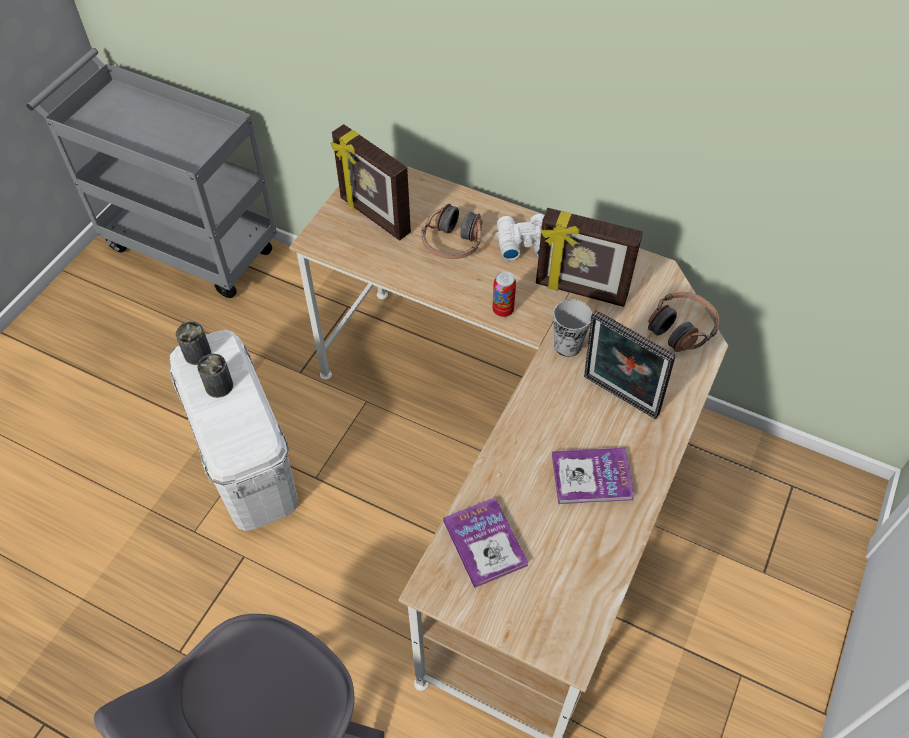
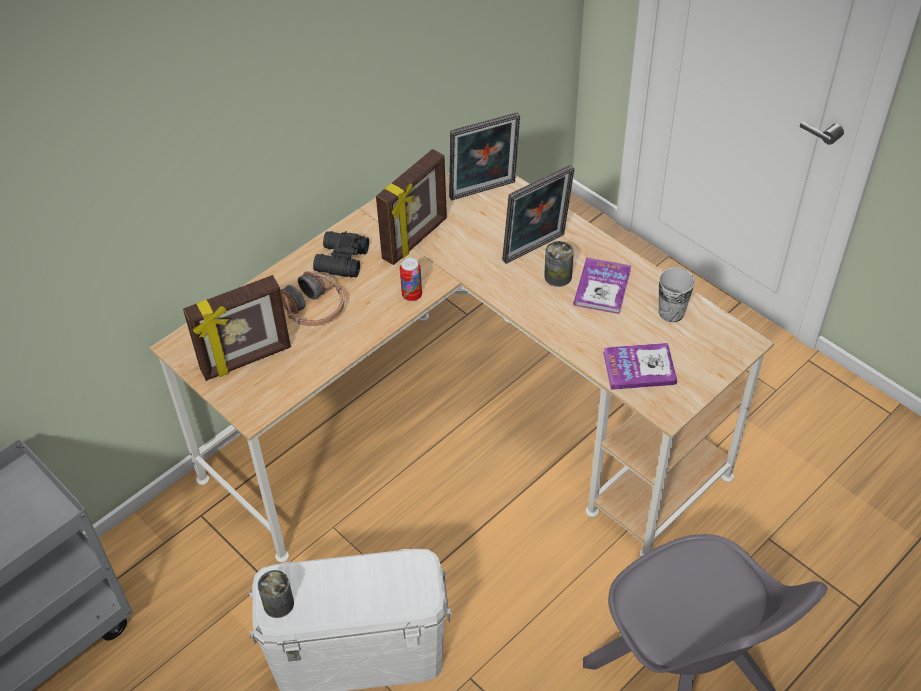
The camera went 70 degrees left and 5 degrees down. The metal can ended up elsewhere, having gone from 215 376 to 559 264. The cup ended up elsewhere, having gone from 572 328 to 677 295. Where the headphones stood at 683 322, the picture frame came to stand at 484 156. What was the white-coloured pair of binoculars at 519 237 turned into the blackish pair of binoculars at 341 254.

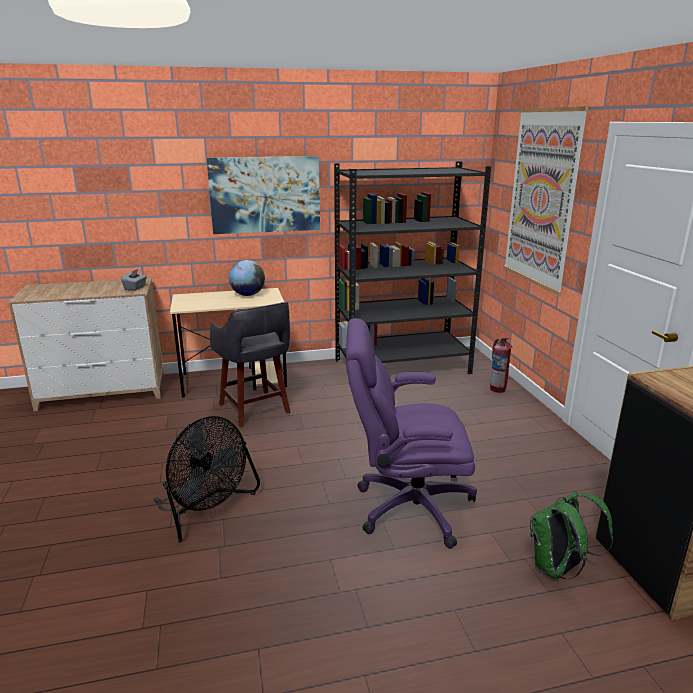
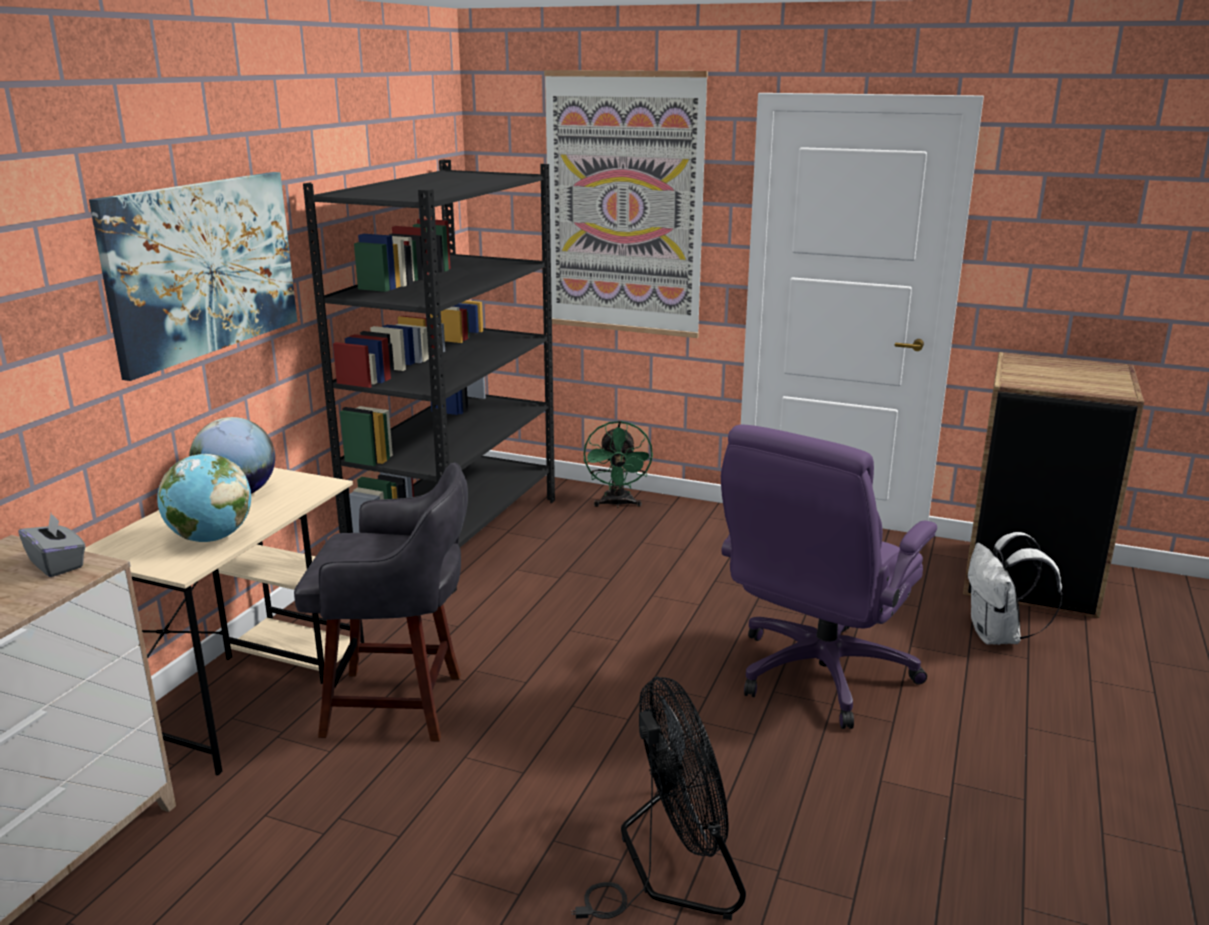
The camera went 55 degrees left and 0 degrees up. The second view gained the globe at 204 498. Where the fire-fighting cylinder stood at 501 365, the green fan came to stand at 618 464. What was the green knapsack at 571 535 turned into the white-coloured knapsack at 1015 588.

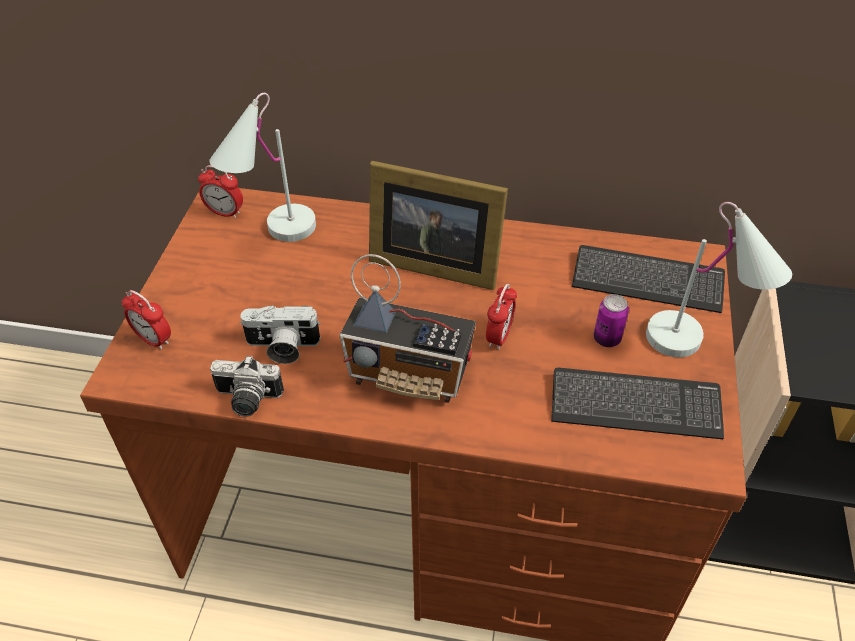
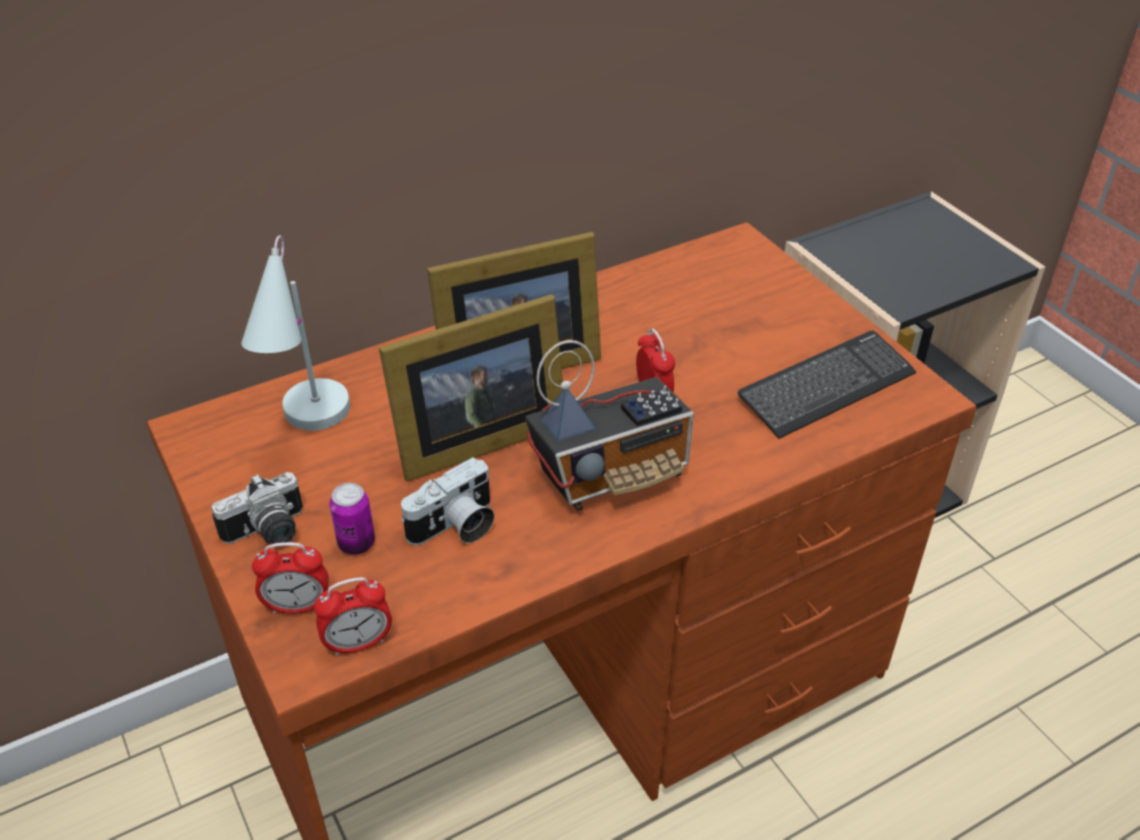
The camera went 40 degrees left and 5 degrees down. The second view lost the computer keyboard at 648 279. The second view lost the white-coloured tabletop lamp at 719 280. The second view gained the picture frame at 471 388. The bedside clock ended up elsewhere, having gone from 220 192 to 353 616. The still camera ended up elsewhere, having gone from 247 386 to 257 509. The metal can ended up elsewhere, having gone from 611 320 to 352 519.

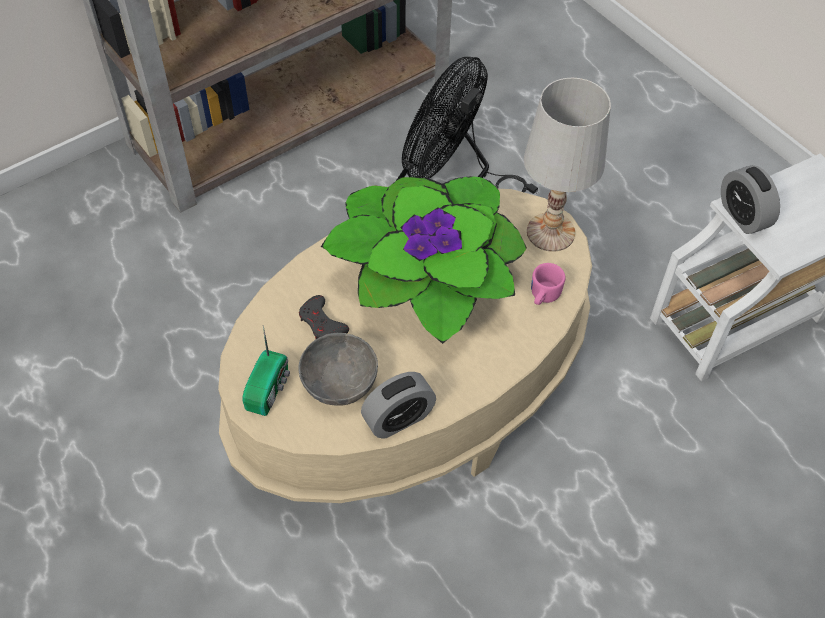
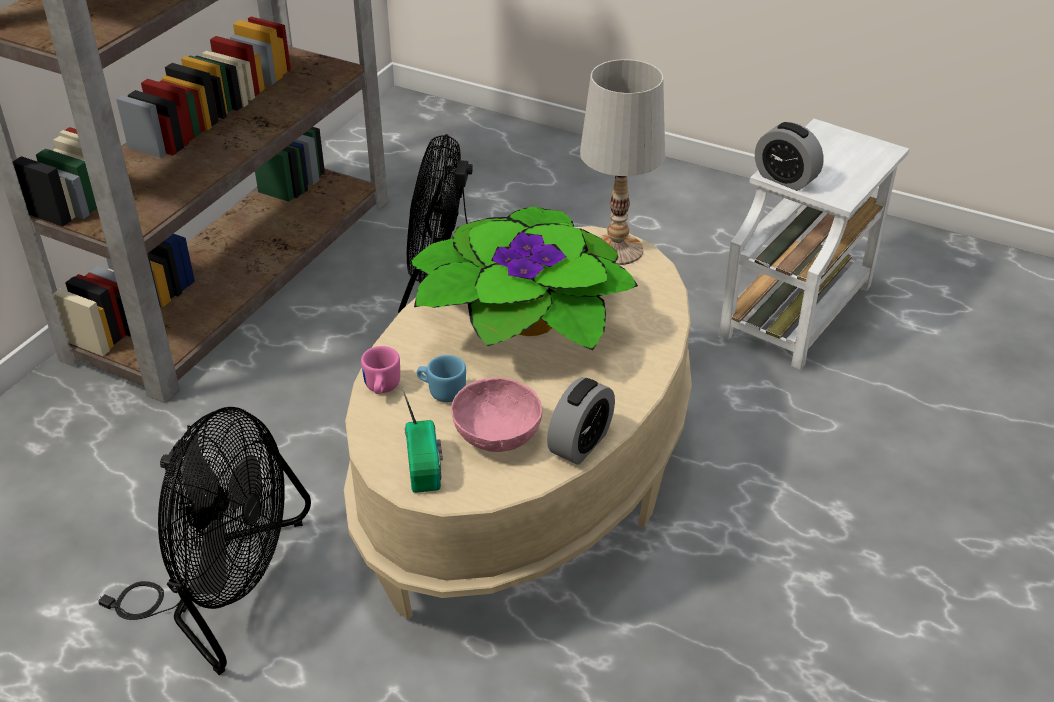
The camera went 25 degrees left and 15 degrees down. The second view gained the blackish fan at 204 541. The pinkish mug ended up elsewhere, having gone from 548 284 to 380 370. Where the gray gamepad stood at 324 317, the blue mug came to stand at 441 378. What was the gray serving bowl at 338 369 turned into the pinkish serving bowl at 496 415.

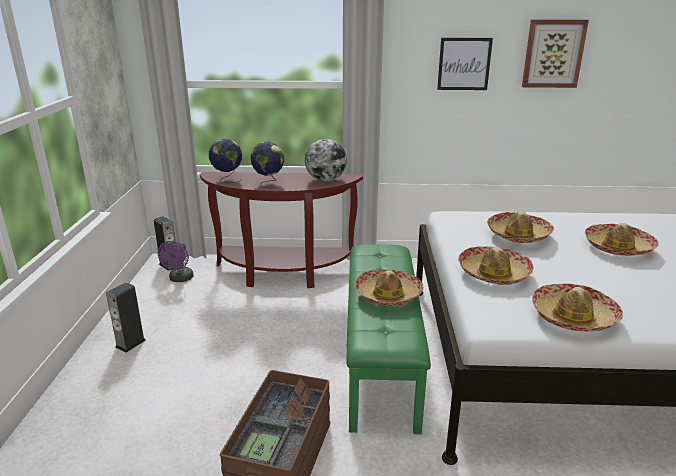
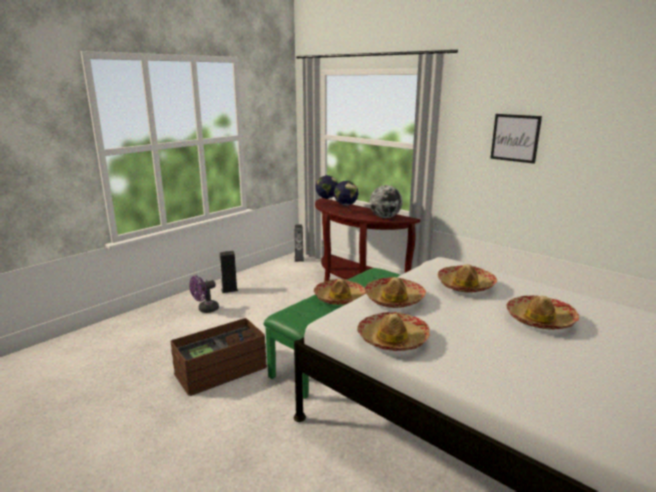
The camera went 40 degrees right and 5 degrees down. The second view lost the picture at 555 53. The purplish fan ended up elsewhere, having gone from 176 261 to 204 294.

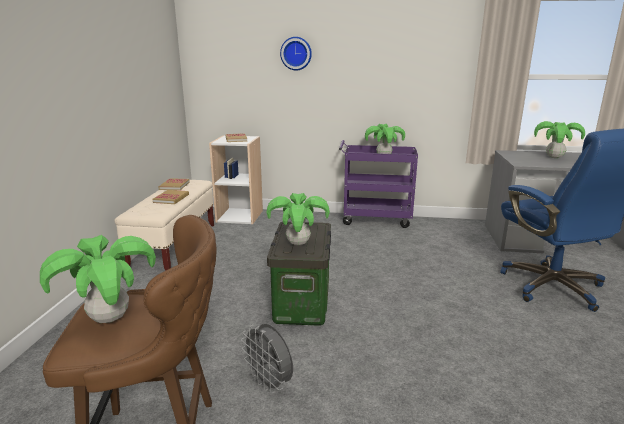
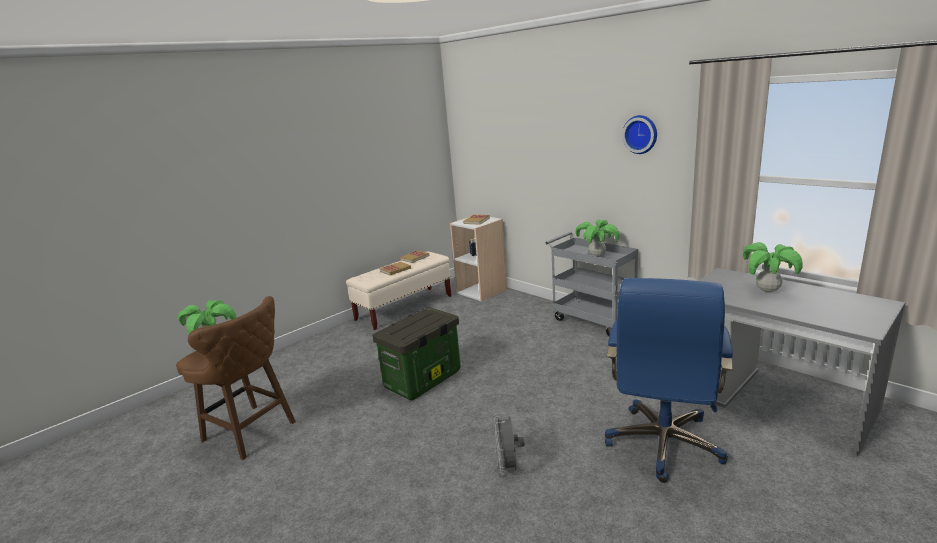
The camera went 40 degrees right and 0 degrees up. The second view lost the potted plant at 298 219. The gray fan ended up elsewhere, having gone from 267 359 to 509 444. The wall clock ended up elsewhere, having gone from 296 53 to 639 134. What was the purplish wheeled cart at 378 184 turned into the gray wheeled cart at 591 284.

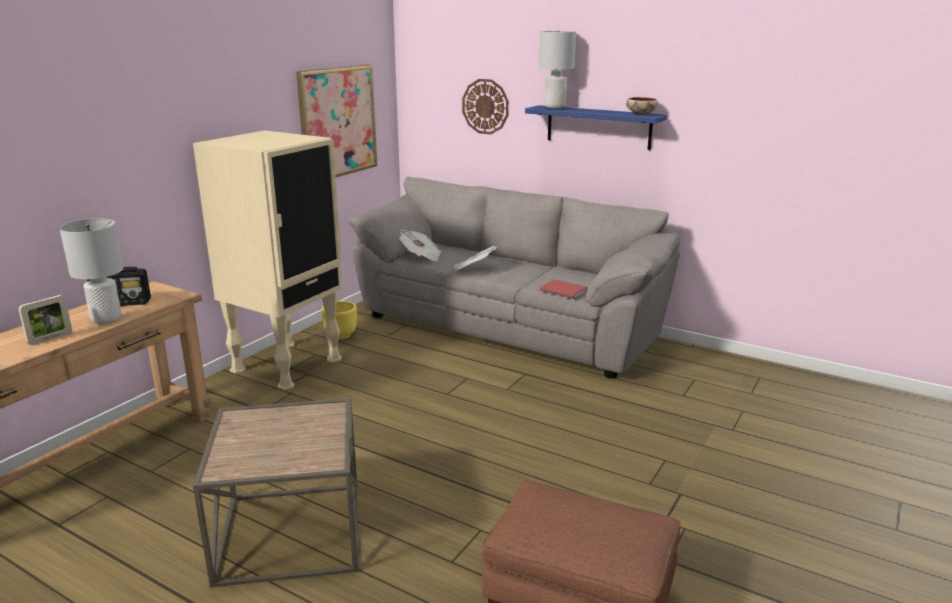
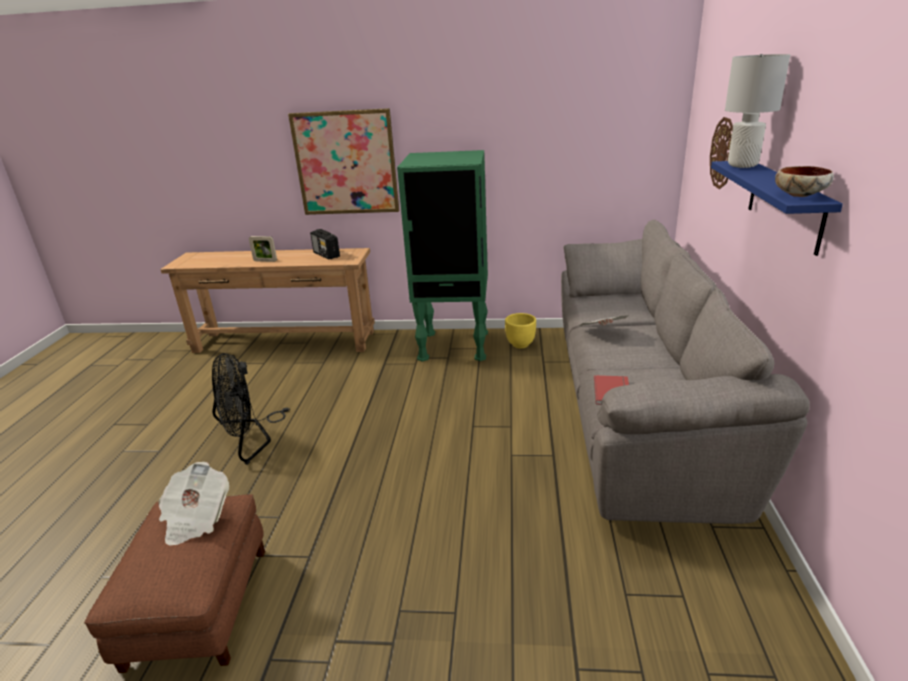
The camera went 65 degrees right and 5 degrees up. The second view lost the gray tabletop lamp at 92 271. The picture ended up elsewhere, having gone from 336 121 to 343 161. The daily paper ended up elsewhere, having gone from 421 245 to 193 504. Where the brown accent table stood at 275 493, the blackish fan came to stand at 251 409. What was the sand-coloured cabinet at 267 260 turned into the green cabinet at 442 256.

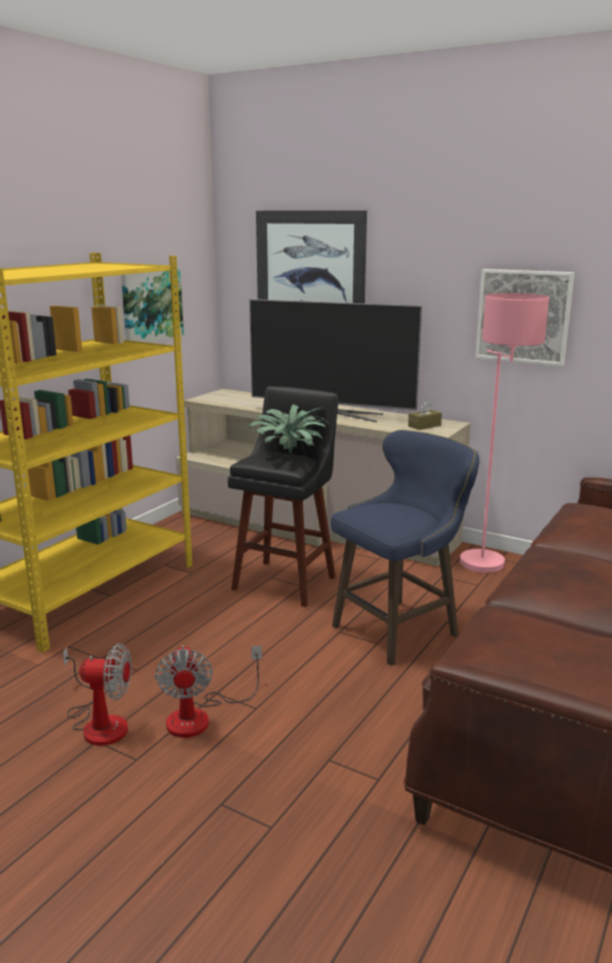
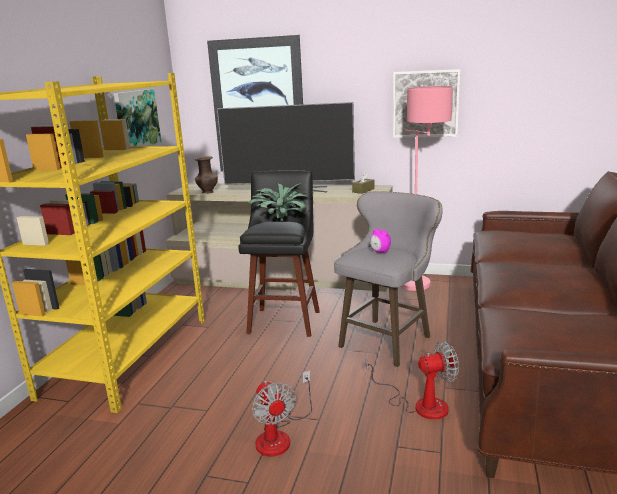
The camera went 15 degrees left and 0 degrees up. The second view gained the brown flower vase at 206 175. The second view gained the bedside clock at 380 241. The fan ended up elsewhere, having gone from 97 694 to 412 380. What was the blue stool seat at 405 547 turned into the gray stool seat at 388 279.

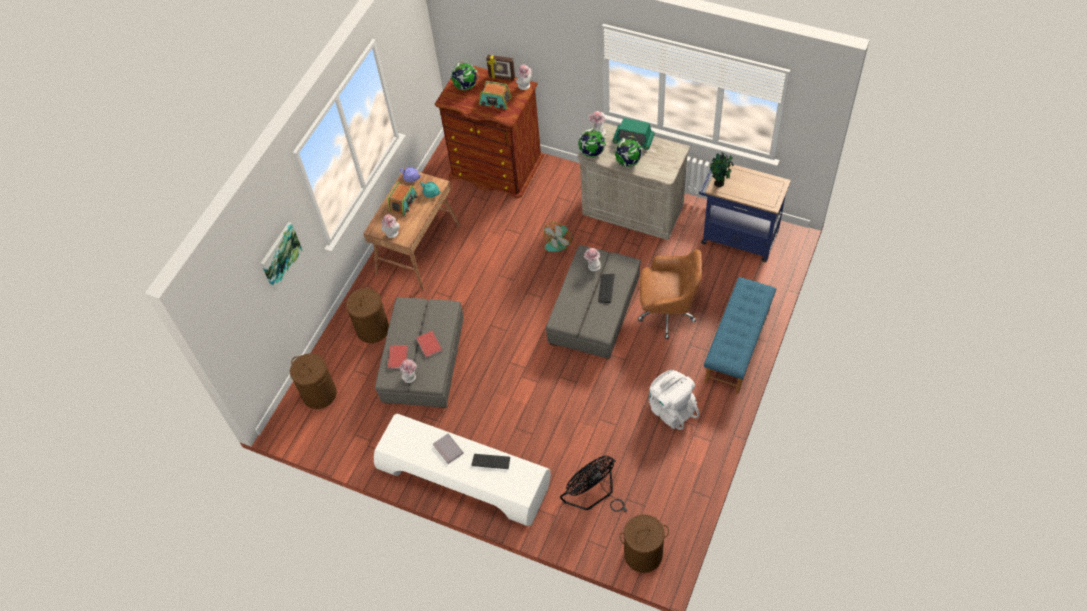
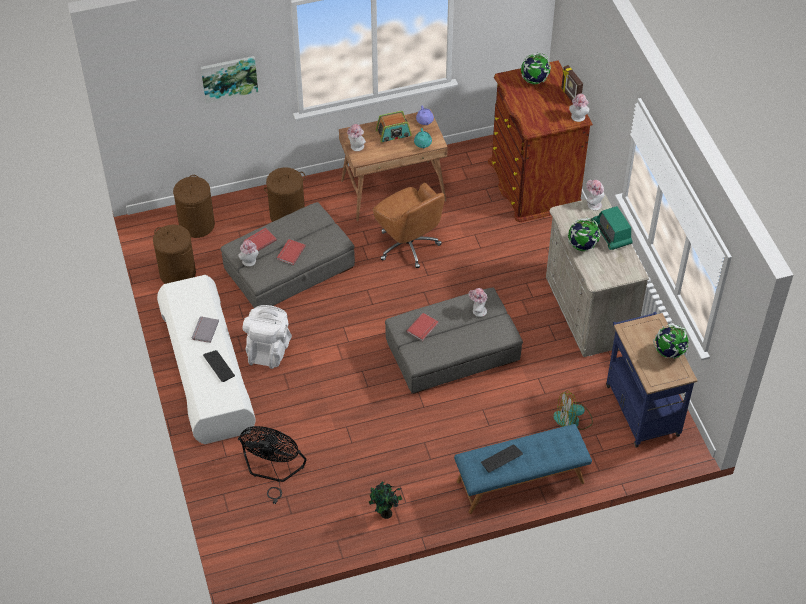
The camera went 45 degrees right and 5 degrees down. The second view lost the radio set at 495 95. The second view gained the red book at 422 327. The fan ended up elsewhere, having gone from 558 237 to 573 410. The globe ended up elsewhere, having gone from 592 143 to 671 341. The computer keyboard ended up elsewhere, having gone from 606 288 to 502 458. The brown laundry basket ended up elsewhere, having gone from 644 543 to 174 254. The brown computer chair ended up elsewhere, having gone from 670 294 to 409 225. The white-coloured knapsack ended up elsewhere, having gone from 674 400 to 267 337. The potted plant ended up elsewhere, having gone from 722 170 to 385 500.

